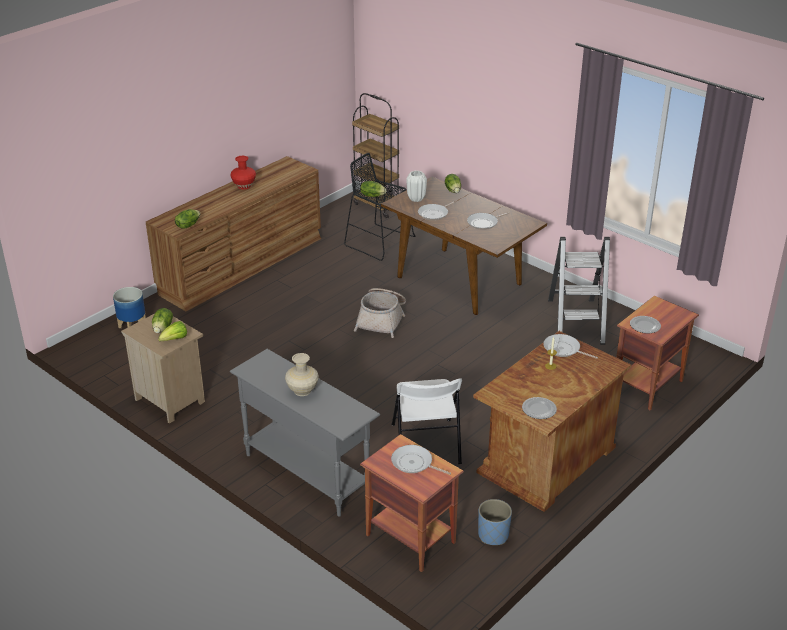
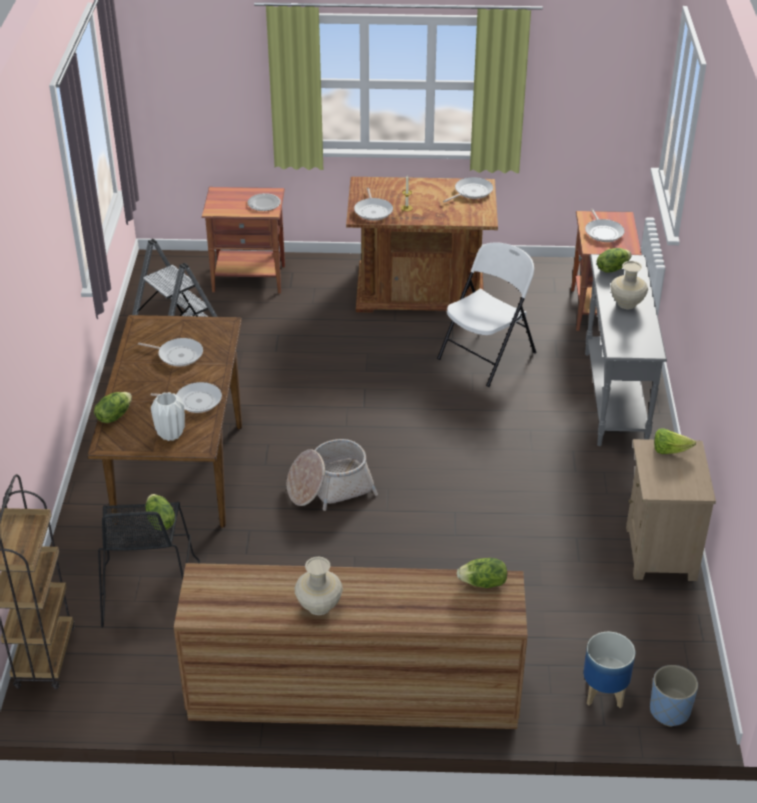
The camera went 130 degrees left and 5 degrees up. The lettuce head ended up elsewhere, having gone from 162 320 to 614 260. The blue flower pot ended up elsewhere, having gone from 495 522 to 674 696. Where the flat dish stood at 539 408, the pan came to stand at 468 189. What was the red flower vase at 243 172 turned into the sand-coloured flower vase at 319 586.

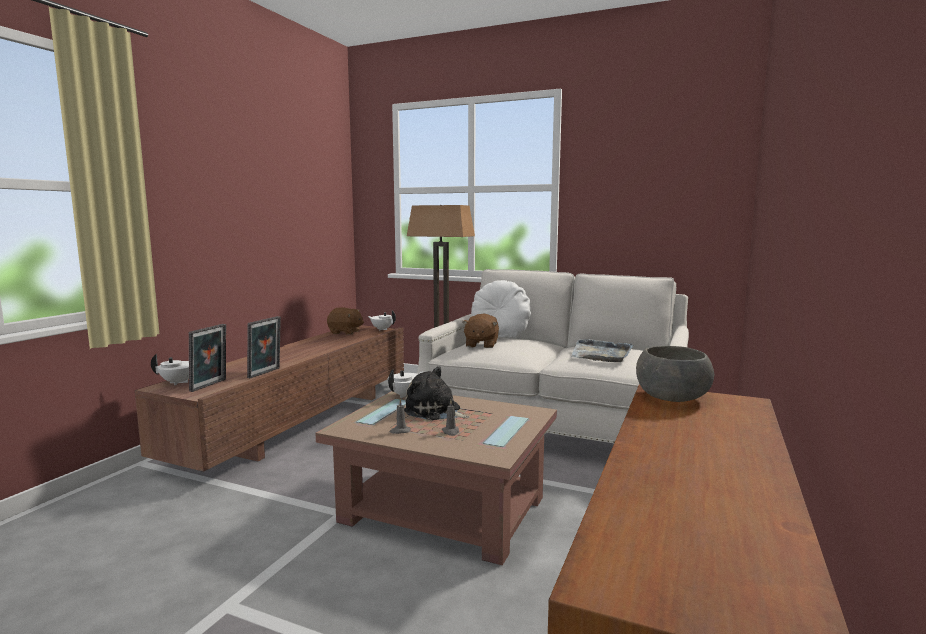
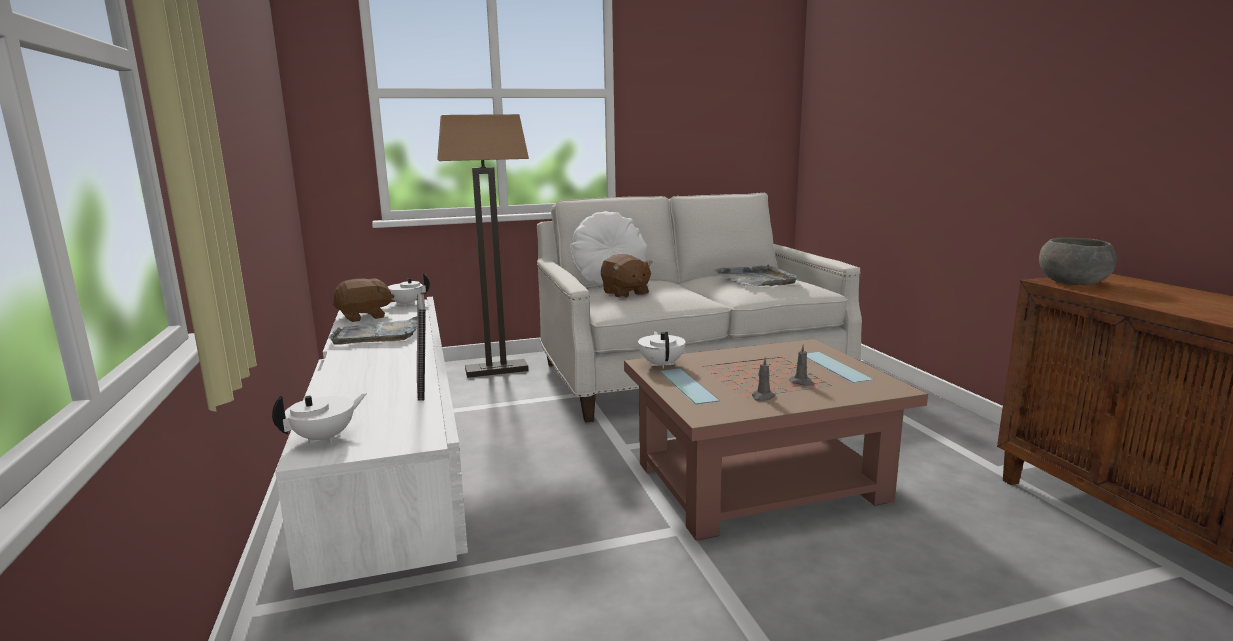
The camera went 40 degrees left and 5 degrees up. The second view lost the picture frame at 207 358. The second view lost the soft toy at 436 393. The second view gained the gray tray at 372 330. What was the brown media console at 269 398 turned into the white-coloured media console at 371 443.

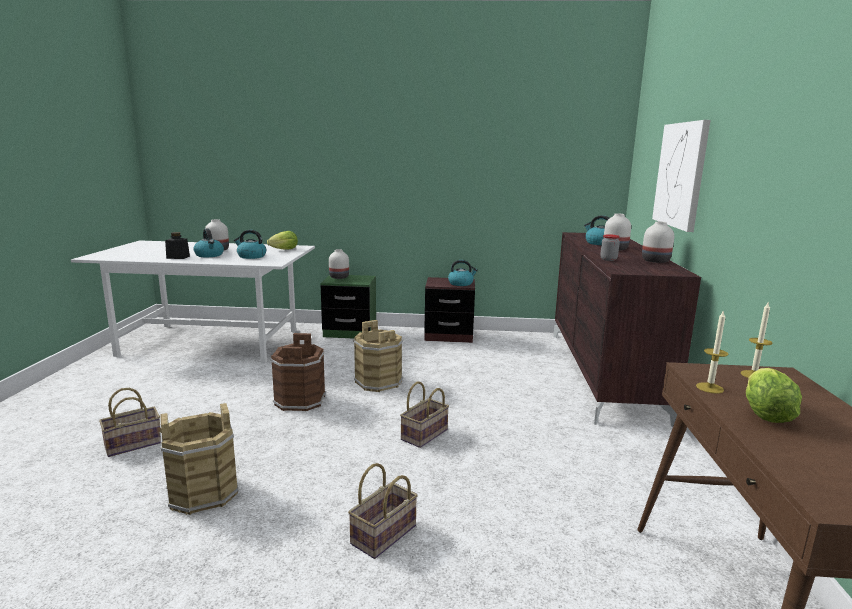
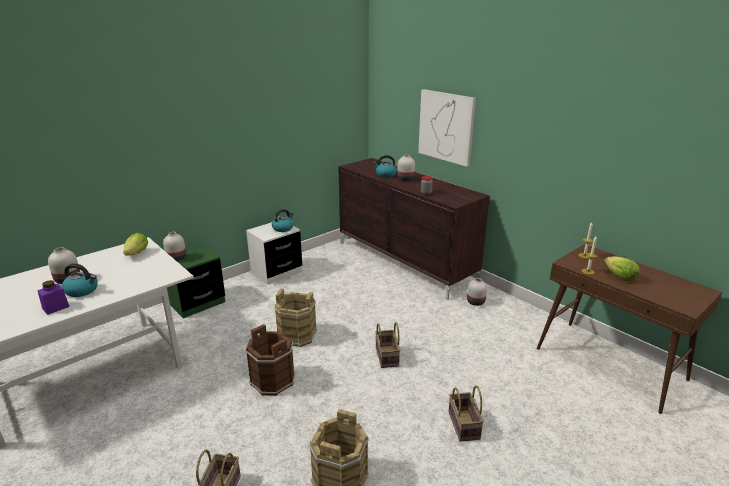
The camera went 45 degrees left and 10 degrees up. The second view lost the tea kettle at 250 244. The white-coloured flower vase ended up elsewhere, having gone from 658 242 to 477 292. What was the blackish jar at 177 245 turned into the purplish jar at 53 297. What was the brown bedside table at 449 310 turned into the white-coloured bedside table at 274 253.

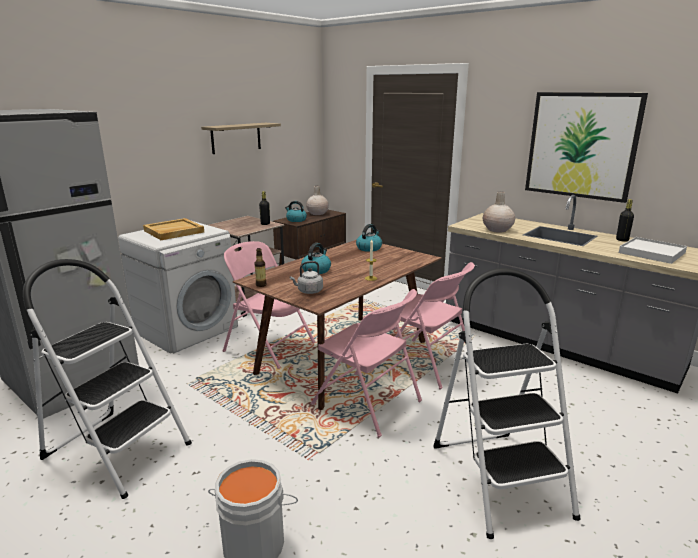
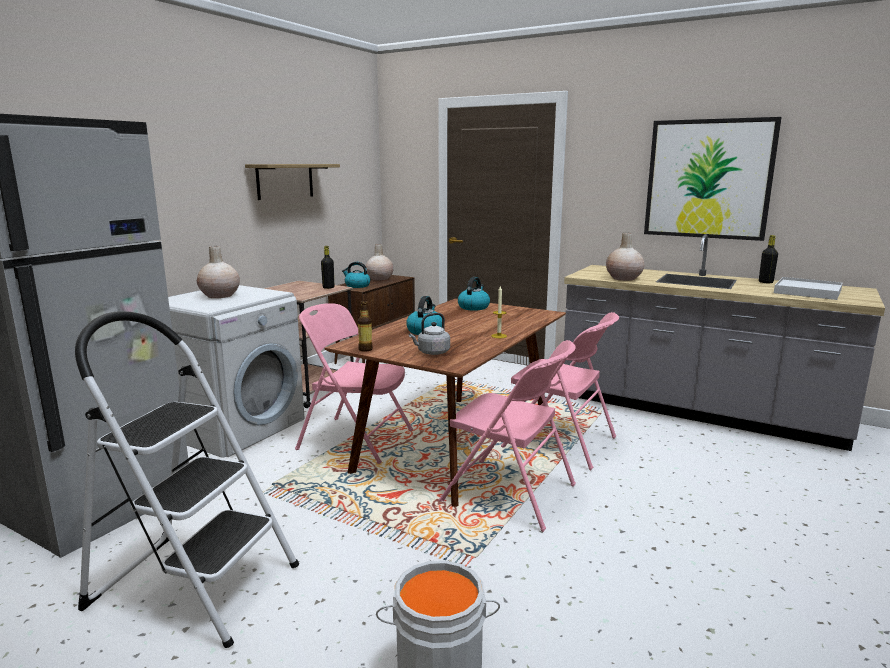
The camera went 10 degrees left and 5 degrees down. The second view lost the step ladder at 506 403. Where the sand-coloured tray stood at 173 229, the sand-coloured flower vase came to stand at 218 272.

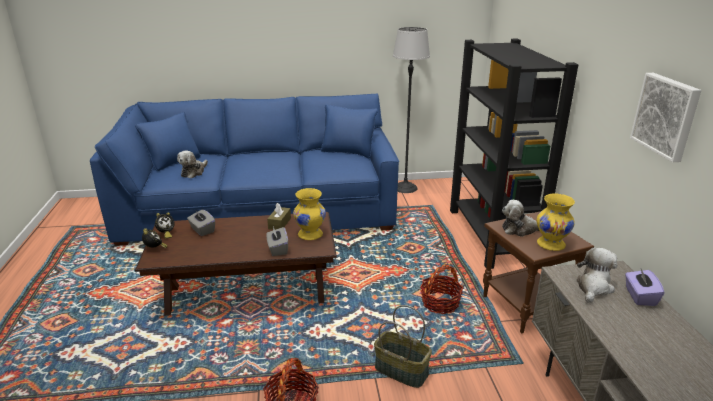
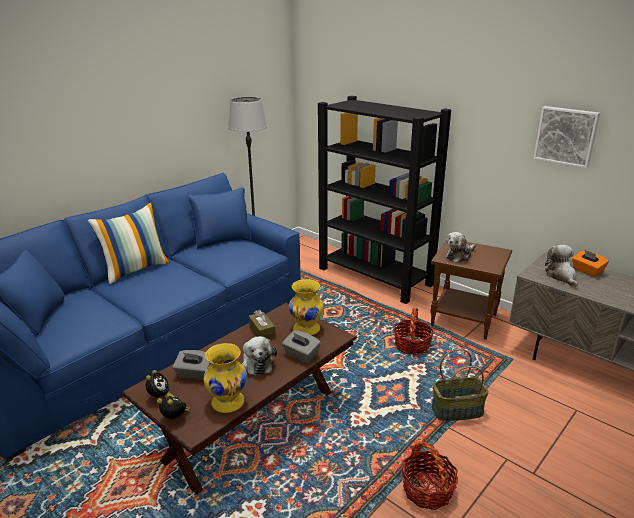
The camera went 40 degrees left and 0 degrees up. The second view gained the cushion at 129 243. The soft toy ended up elsewhere, having gone from 192 164 to 259 356. The yellow flower vase ended up elsewhere, having gone from 556 222 to 225 378. What was the purplish tissue box at 644 287 turned into the orangey tissue box at 590 263.

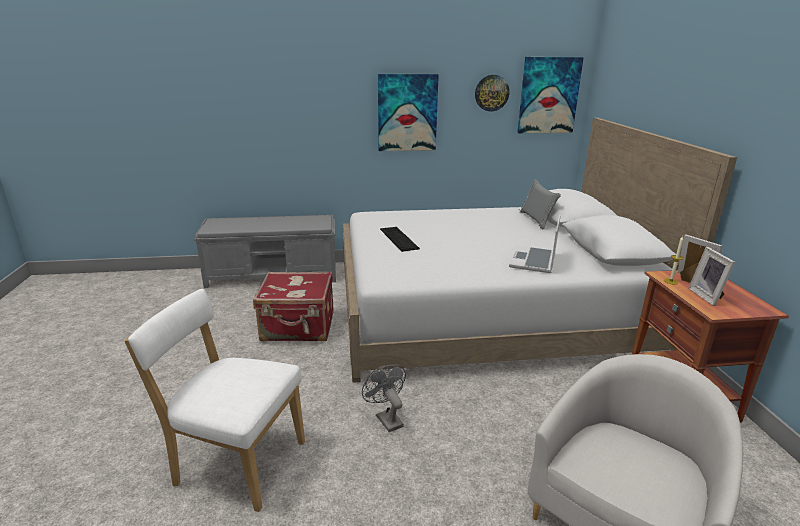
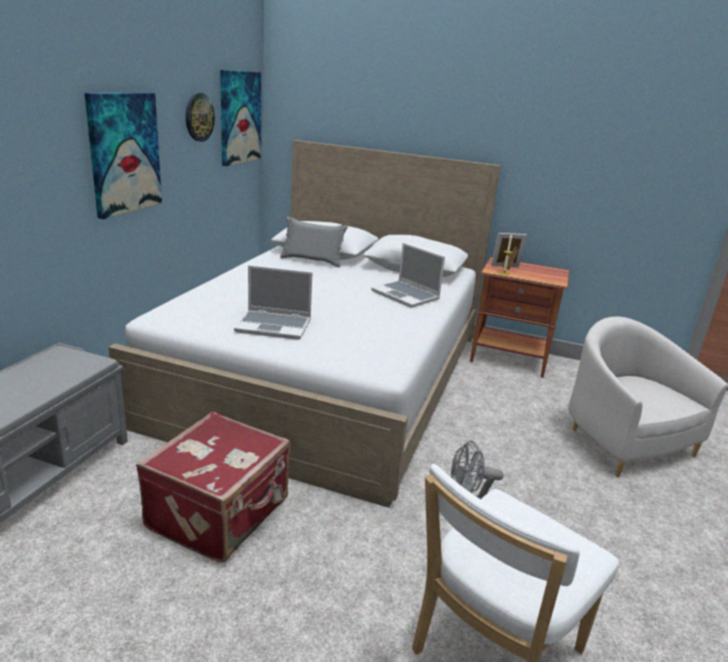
The camera went 65 degrees left and 0 degrees up. The second view lost the picture frame at 712 276. Where the computer keyboard stood at 400 239, the notebook computer came to stand at 273 302.

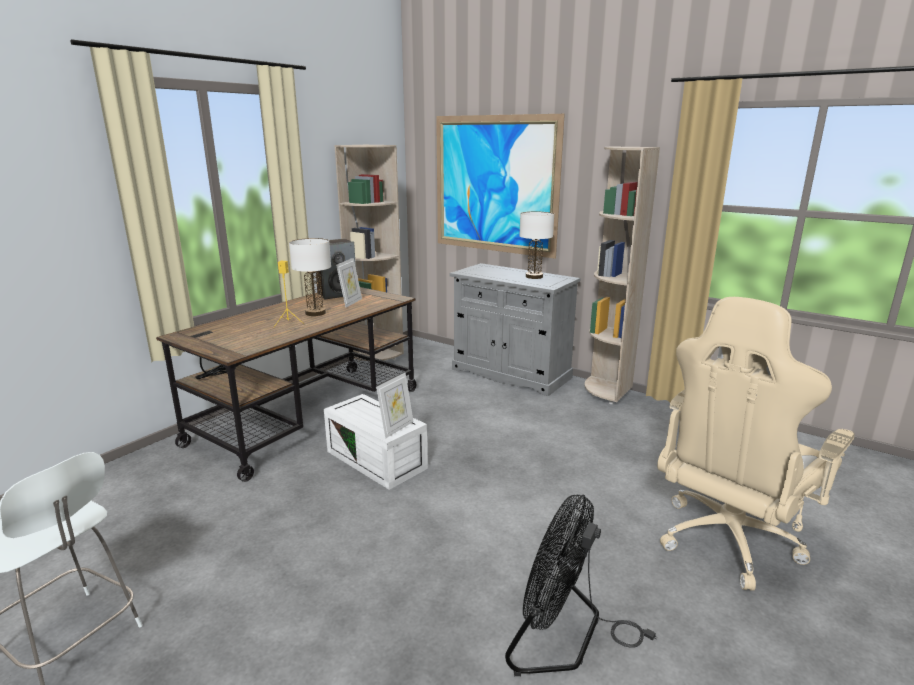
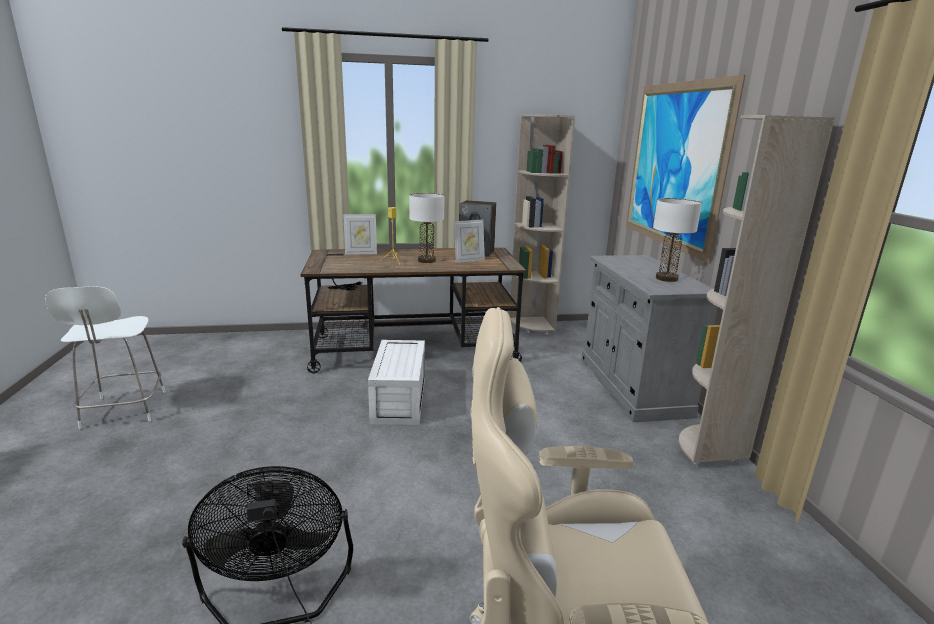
The camera went 45 degrees right and 0 degrees up. The picture frame ended up elsewhere, having gone from 395 405 to 360 234.

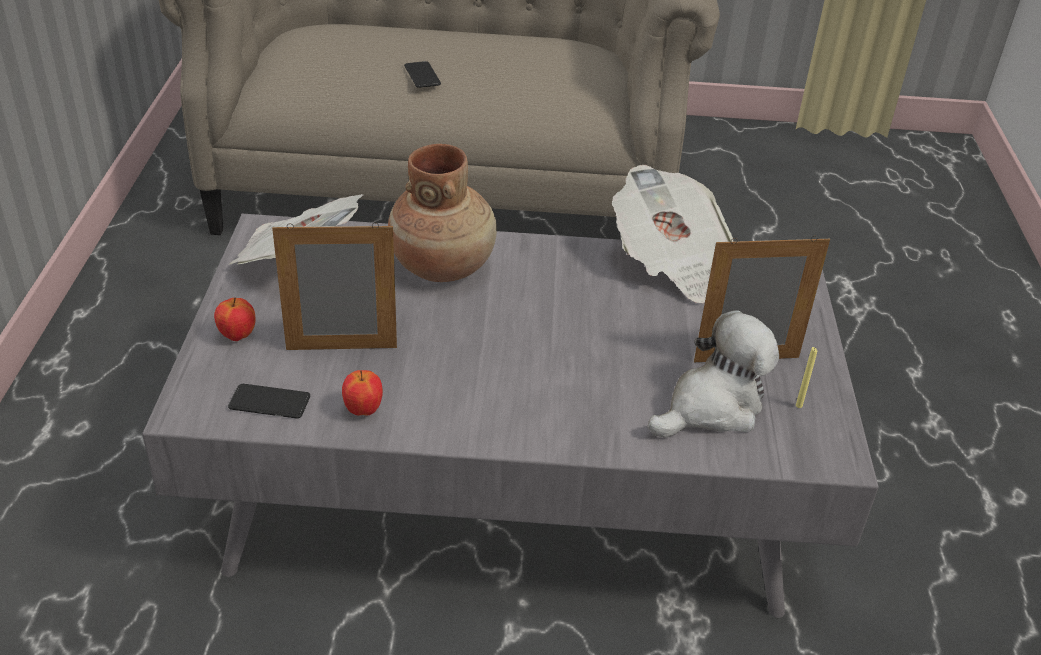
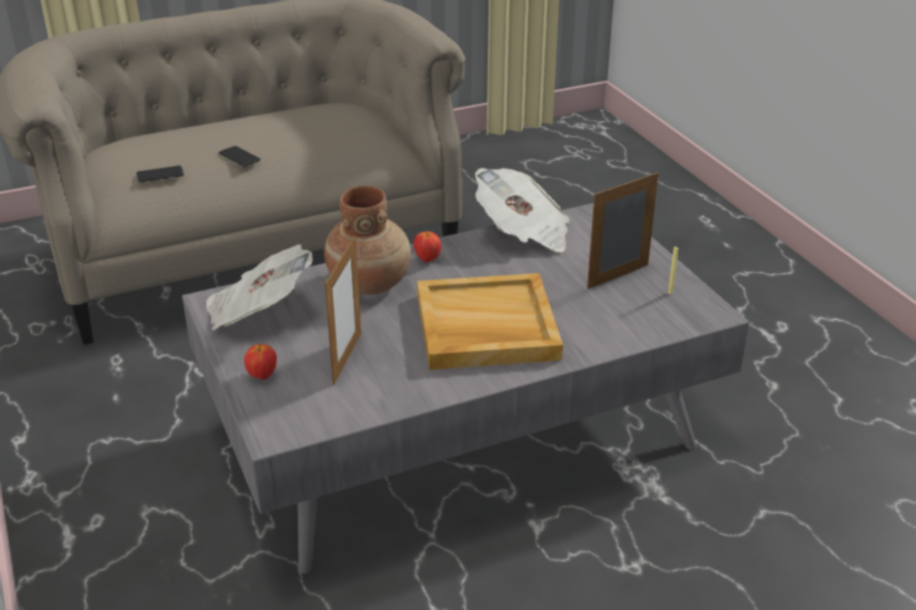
The camera went 25 degrees left and 5 degrees down. The second view lost the soft toy at 713 374. The second view gained the sand-coloured tray at 490 321. The handset ended up elsewhere, having gone from 269 401 to 160 174. The whole apple ended up elsewhere, having gone from 362 392 to 427 246. The picture frame at 334 286 ended up facing another way, 135 degrees clockwise from before.

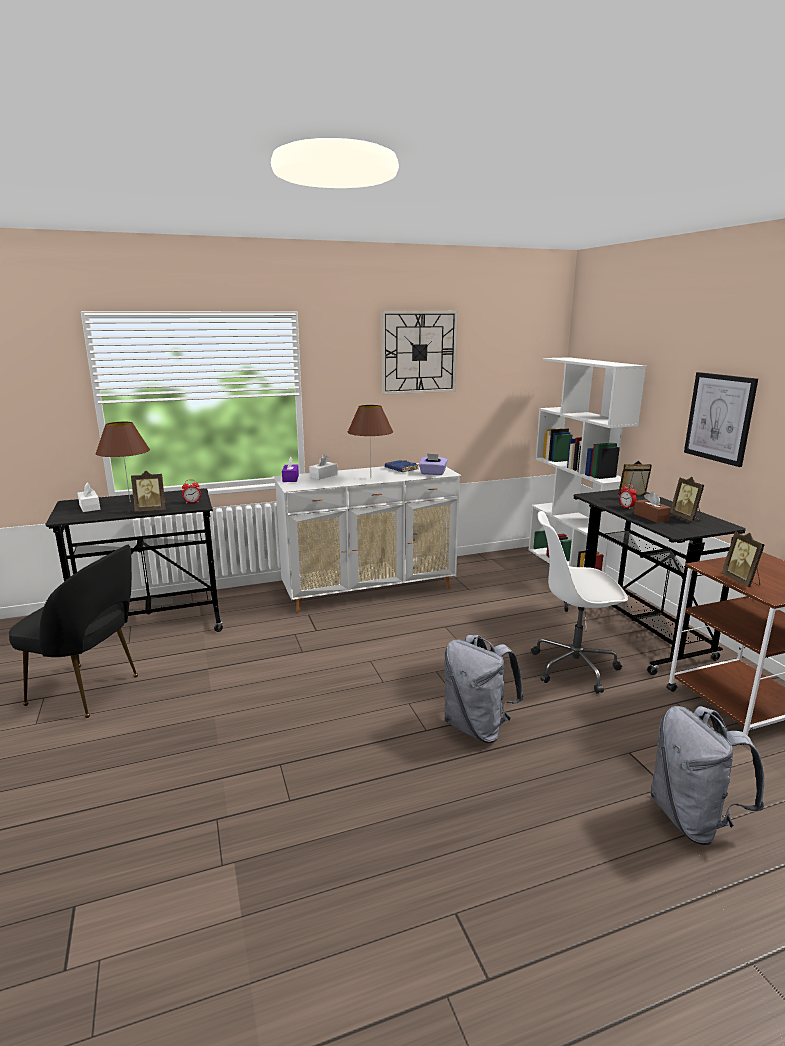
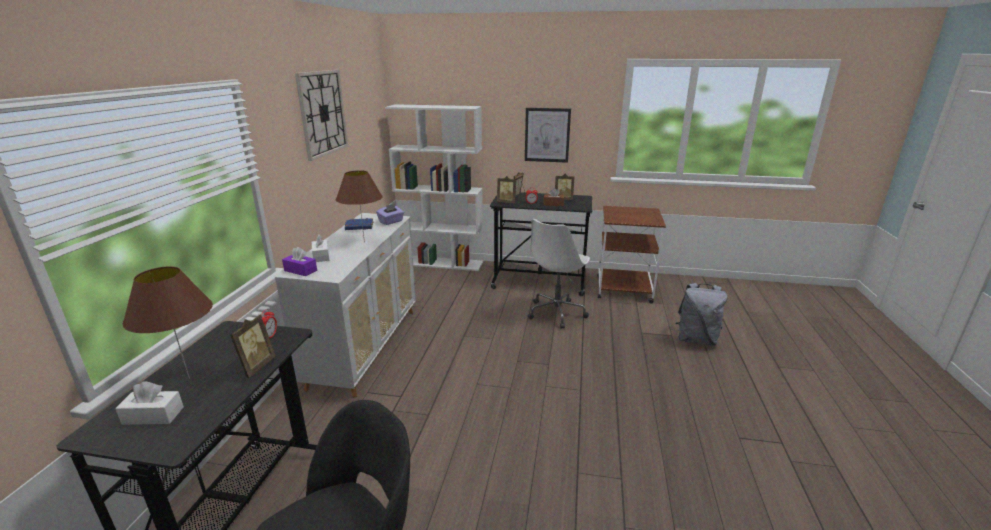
The camera went 60 degrees left and 5 degrees up. The second view lost the gray knapsack at 483 689. The picture frame ended up elsewhere, having gone from 743 559 to 506 189.

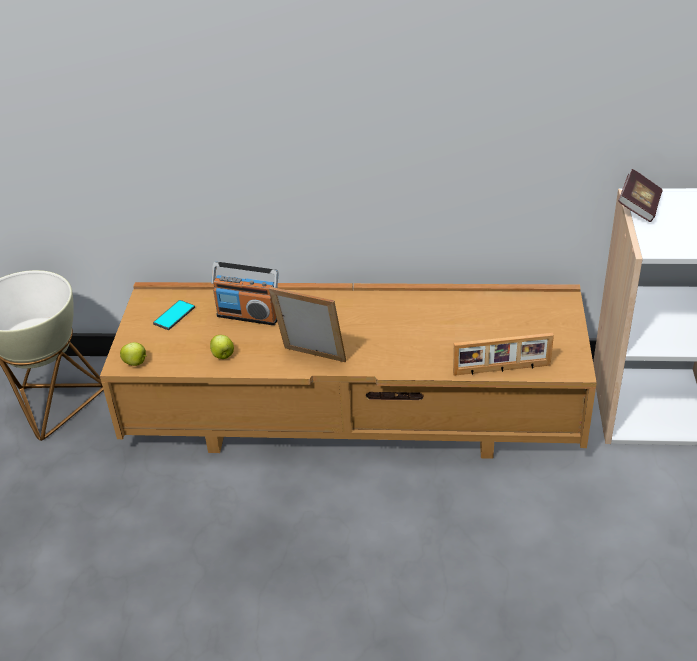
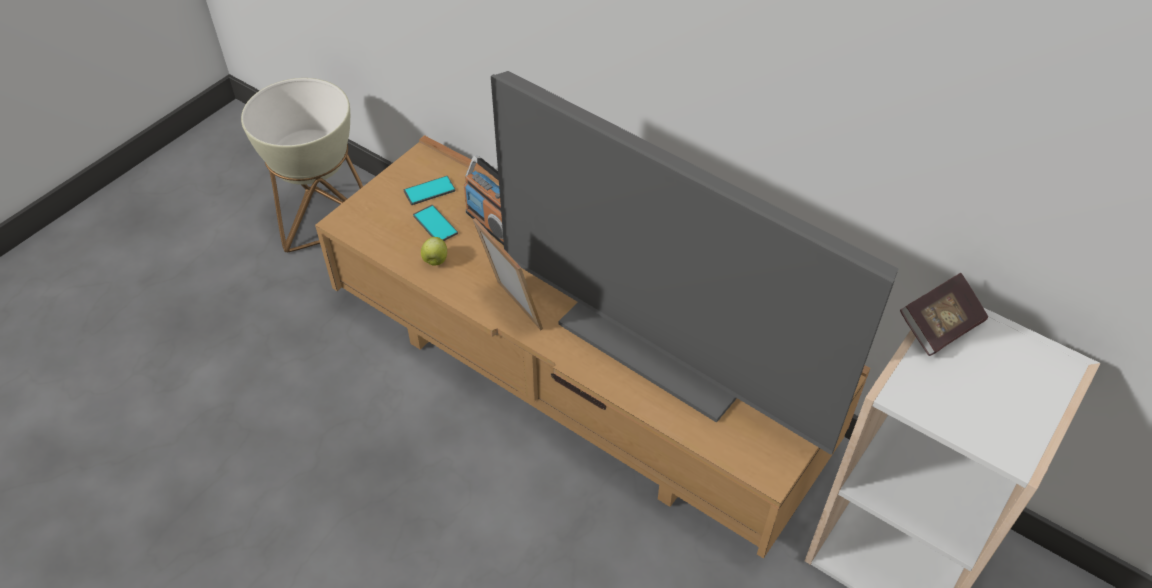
The camera went 30 degrees right and 10 degrees up. The second view lost the whole apple at 133 354. The second view lost the picture frame at 503 354. The second view gained the handset at 435 223. The second view gained the television at 694 263.

